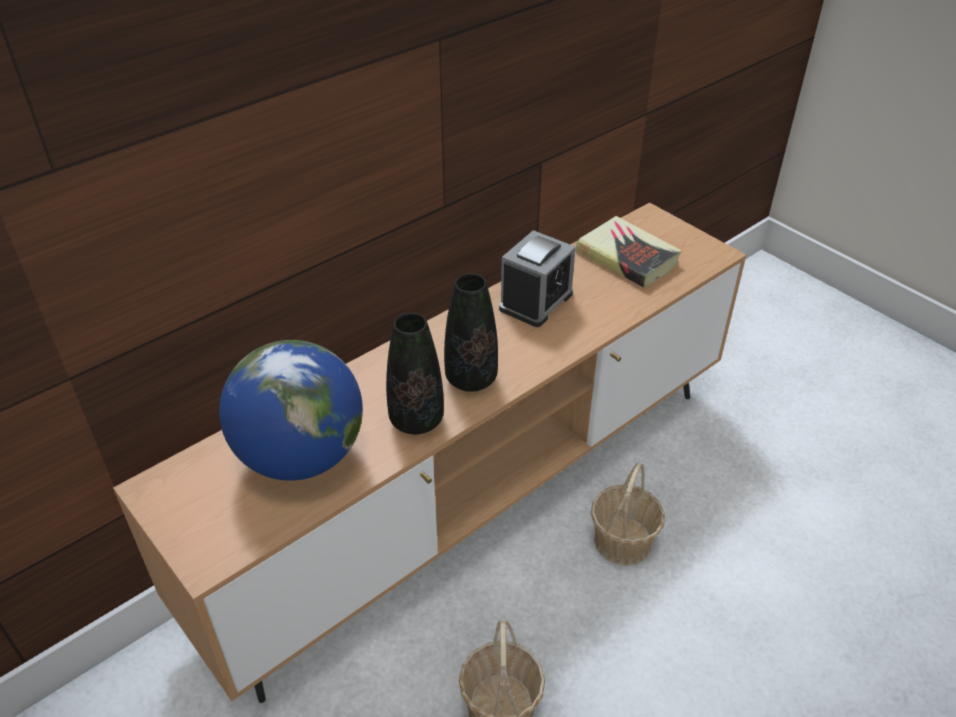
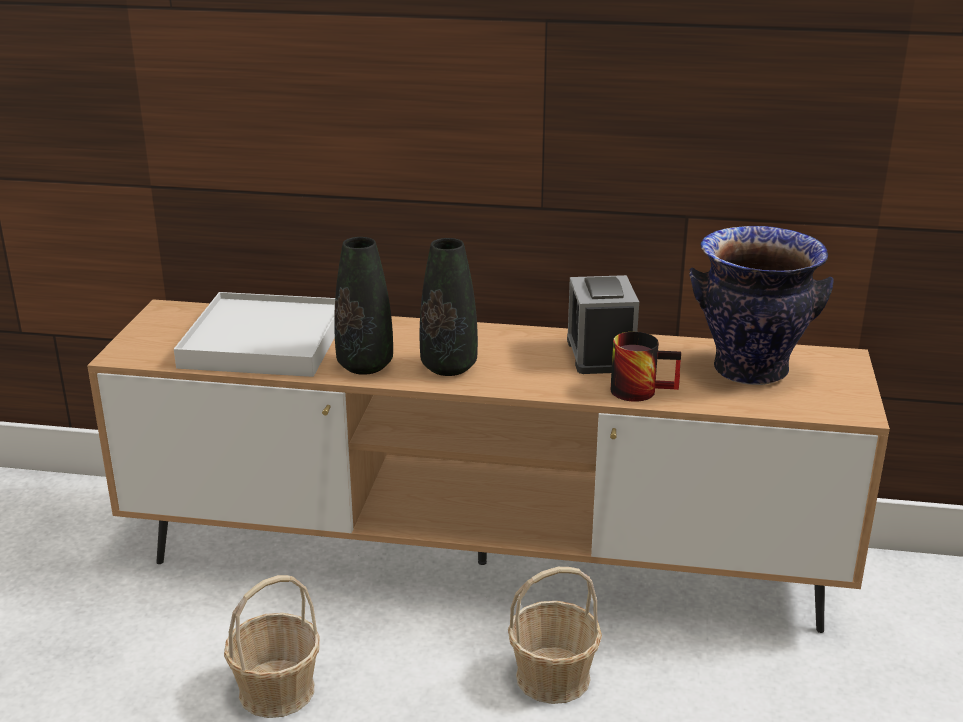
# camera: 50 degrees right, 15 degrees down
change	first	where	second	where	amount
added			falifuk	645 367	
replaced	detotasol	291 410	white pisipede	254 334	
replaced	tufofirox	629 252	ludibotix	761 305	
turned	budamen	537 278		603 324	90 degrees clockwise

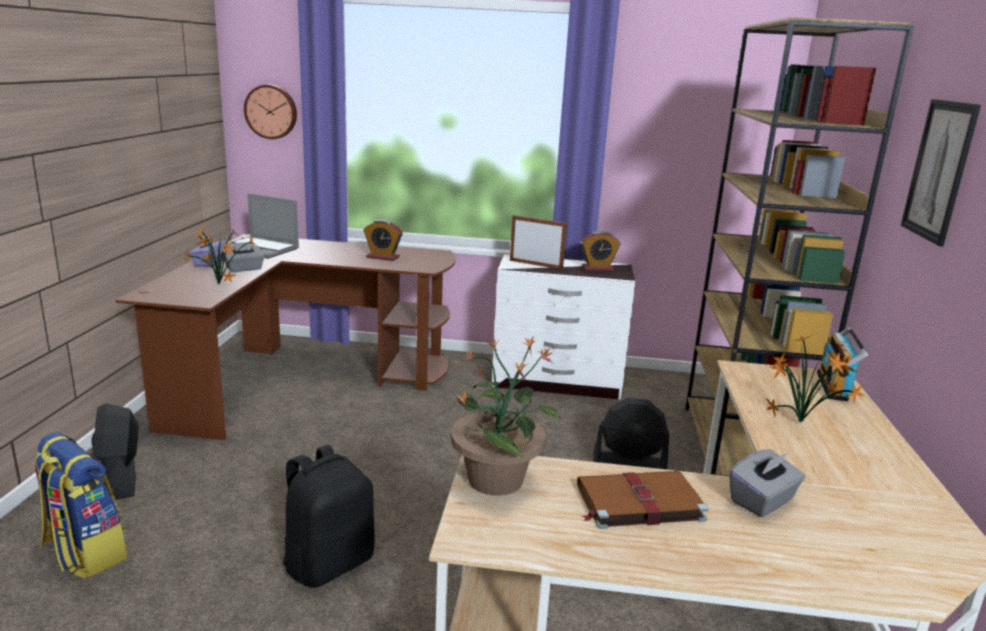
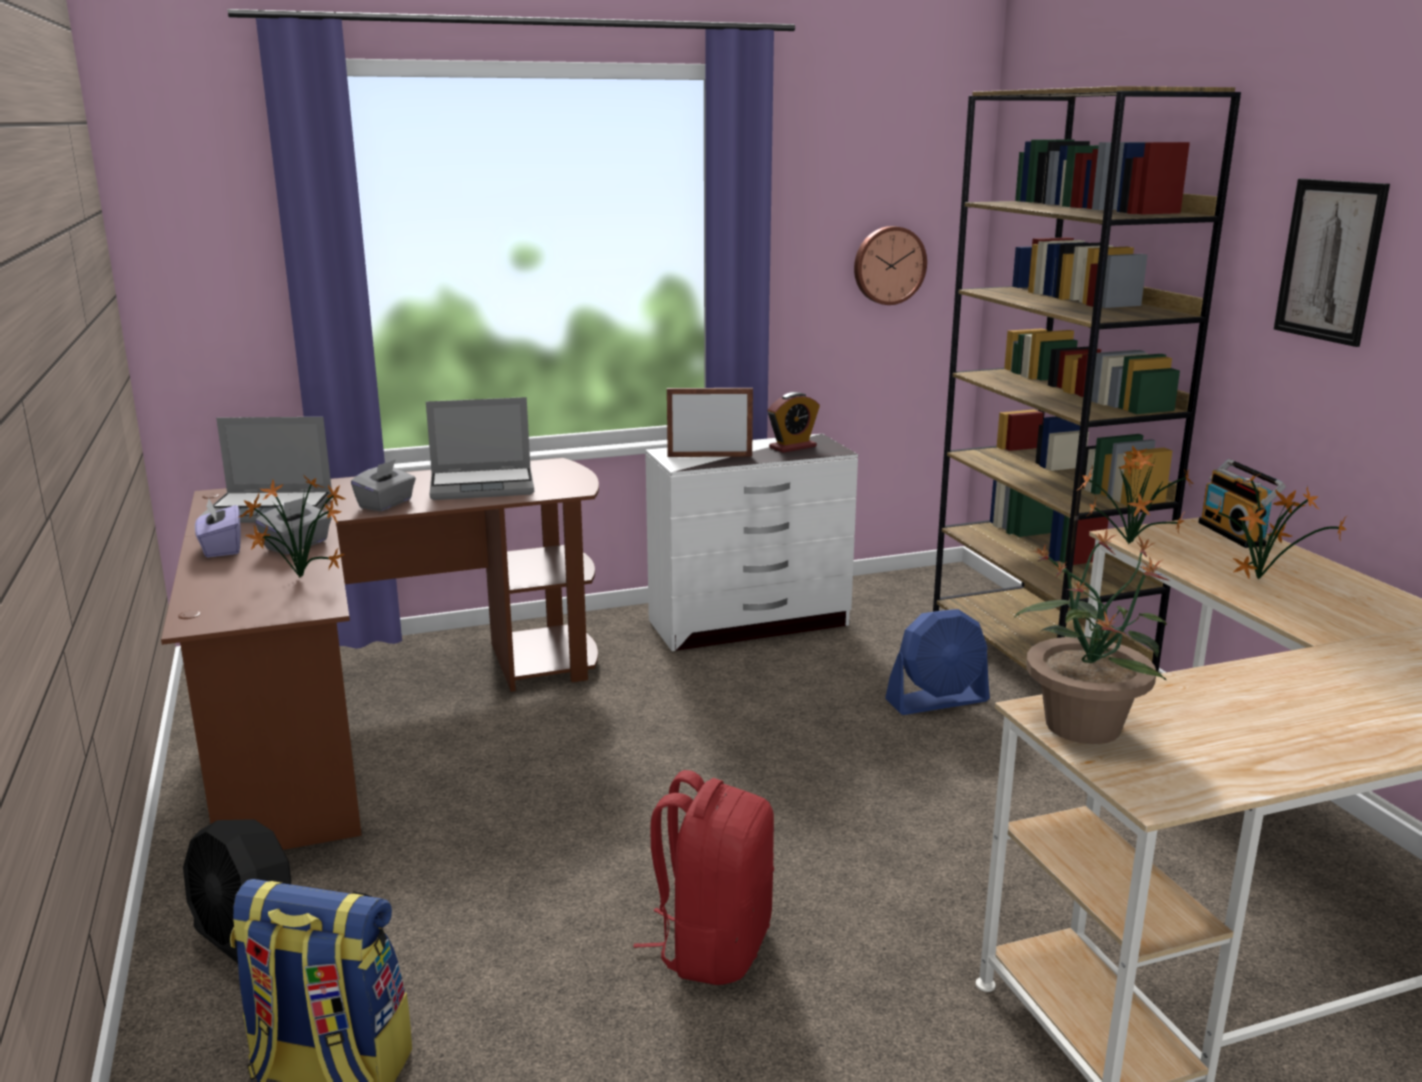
# camera: 25 degrees left, 0 degrees up
change	first	where	second	where	amount
removed	brown tufofirox	643 500			
added			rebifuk	1135 494	
moved	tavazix	270 112		890 265	
moved	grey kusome	767 483		383 485	
replaced	budamen	383 240	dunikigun	480 448	
recoloured	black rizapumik	329 516	red rizapumik	703 877	
recoloured	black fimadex	631 434	blue fimadex	937 662	

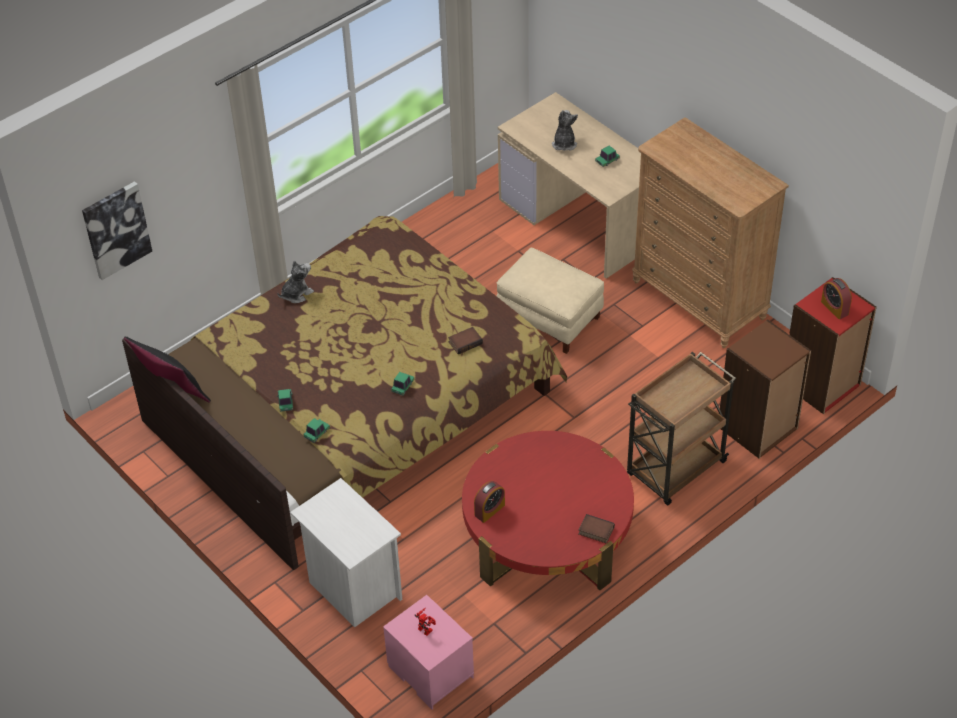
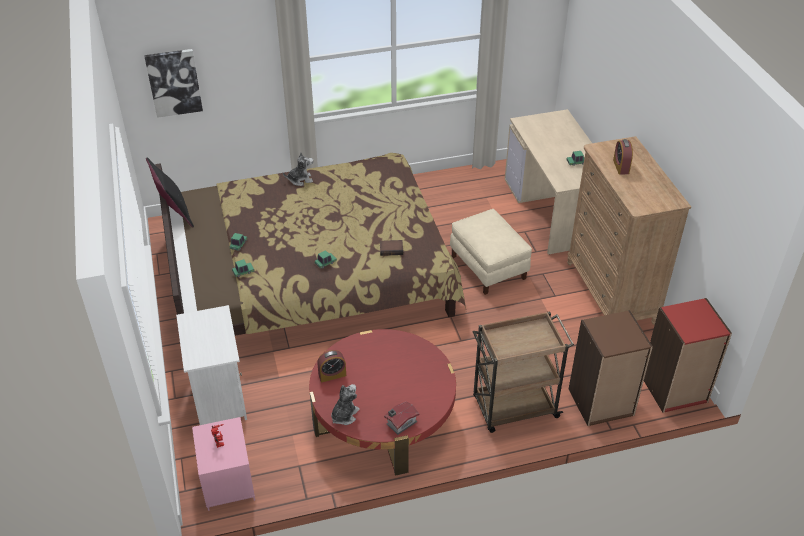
# camera: 25 degrees right, 5 degrees down
change	first	where	second	where	amount
moved	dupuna	565 130		345 404	
moved	budamen	836 298		623 157	
replaced	tufofirox	596 529	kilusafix	402 418	

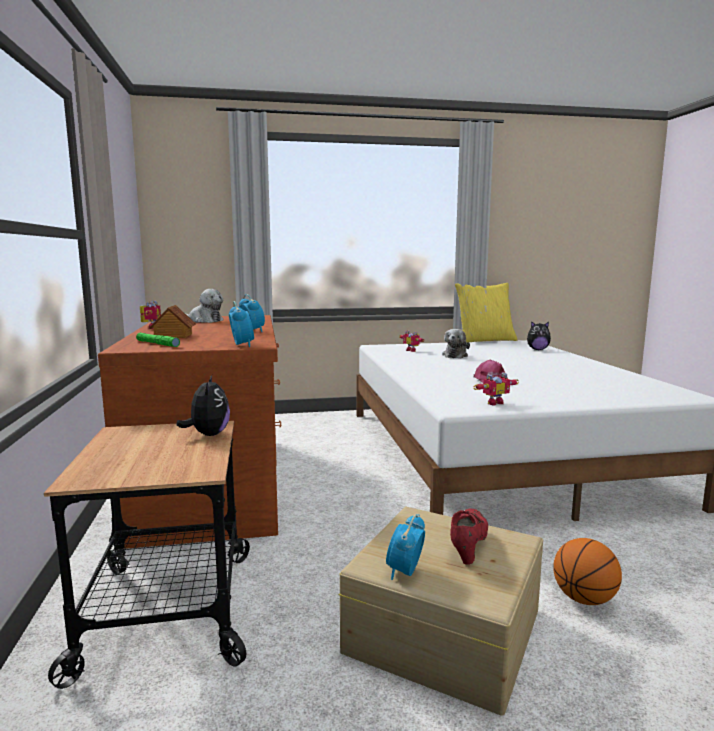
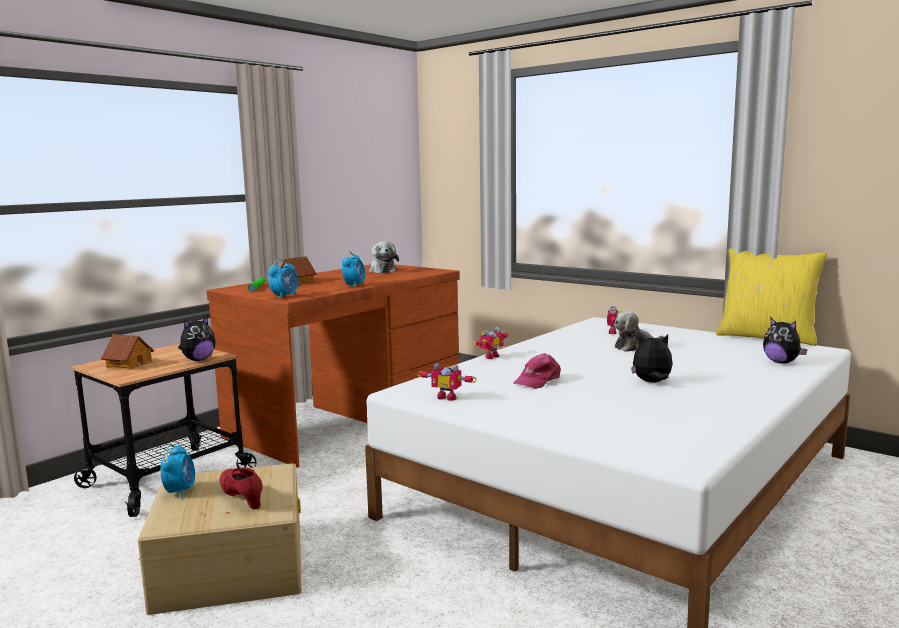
# camera: 50 degrees right, 0 degrees up
change	first	where	second	where	amount
removed	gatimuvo	587 571			
added			kilusafix	127 352	
added			dupuna	652 358	
moved	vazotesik	150 314		491 343	
turned	budamen	405 547		177 471	105 degrees clockwise
turned	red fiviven	469 537		241 488	105 degrees counterclockwise

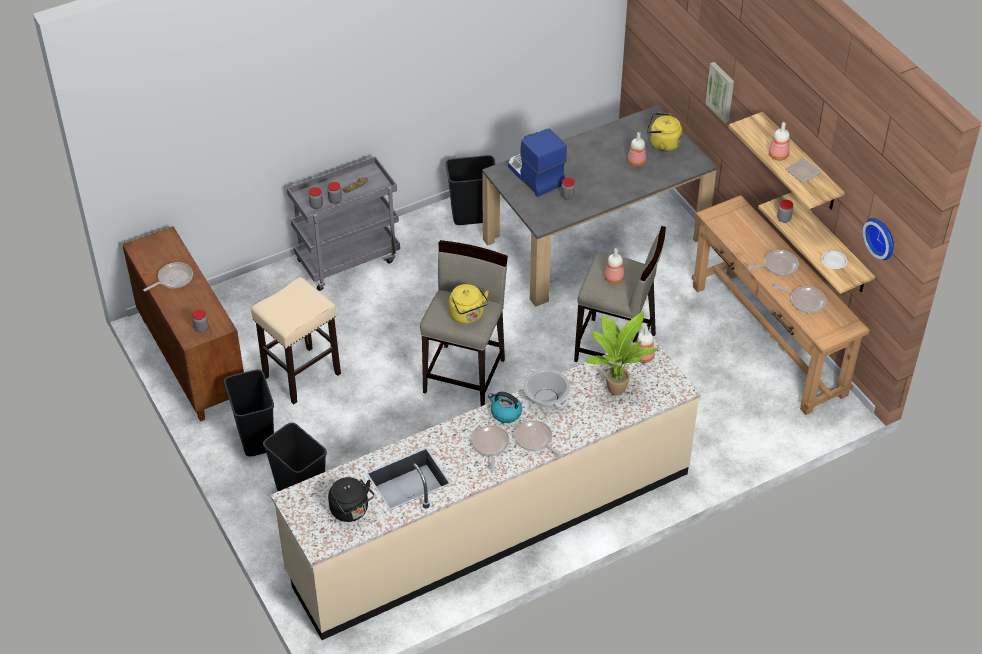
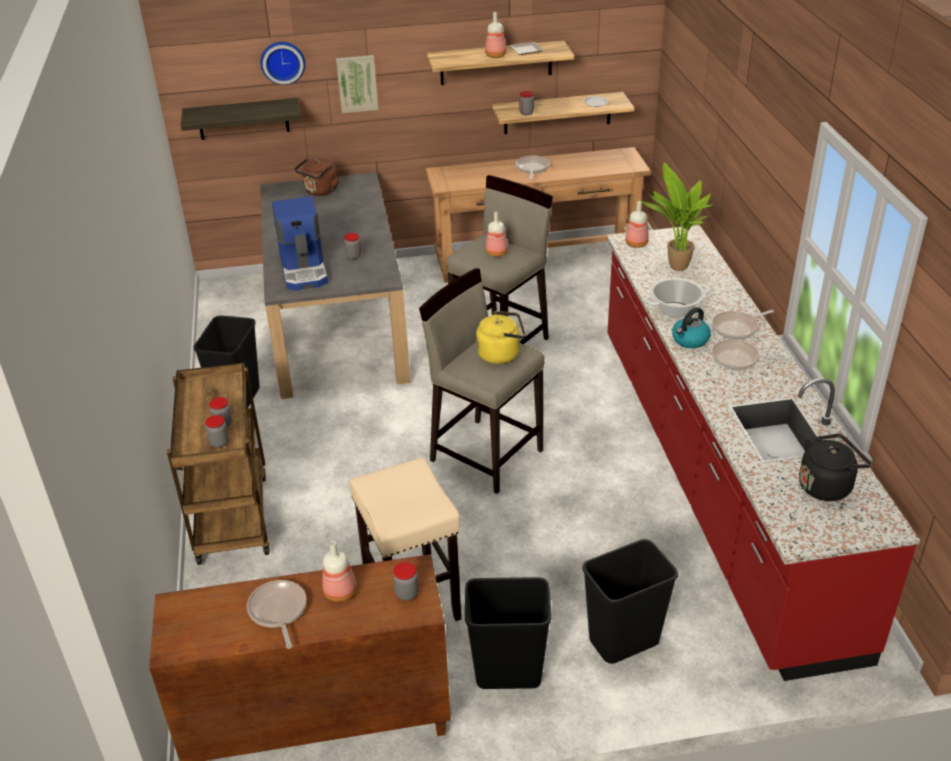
# camera: 70 degrees left, 10 degrees down
change	first	where	second	where	amount
removed	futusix	800 299			
added			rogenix	241 119	
moved	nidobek	636 149		339 571	
moved	tavazix	878 239		283 63	
recoloured	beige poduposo	485 489	red poduposo	763 453	
recoloured	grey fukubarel	343 223	brown fukubarel	218 464	
recoloured	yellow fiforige	664 132	brown fiforige	317 177	
turned	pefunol	537 162		300 243	90 degrees counterclockwise

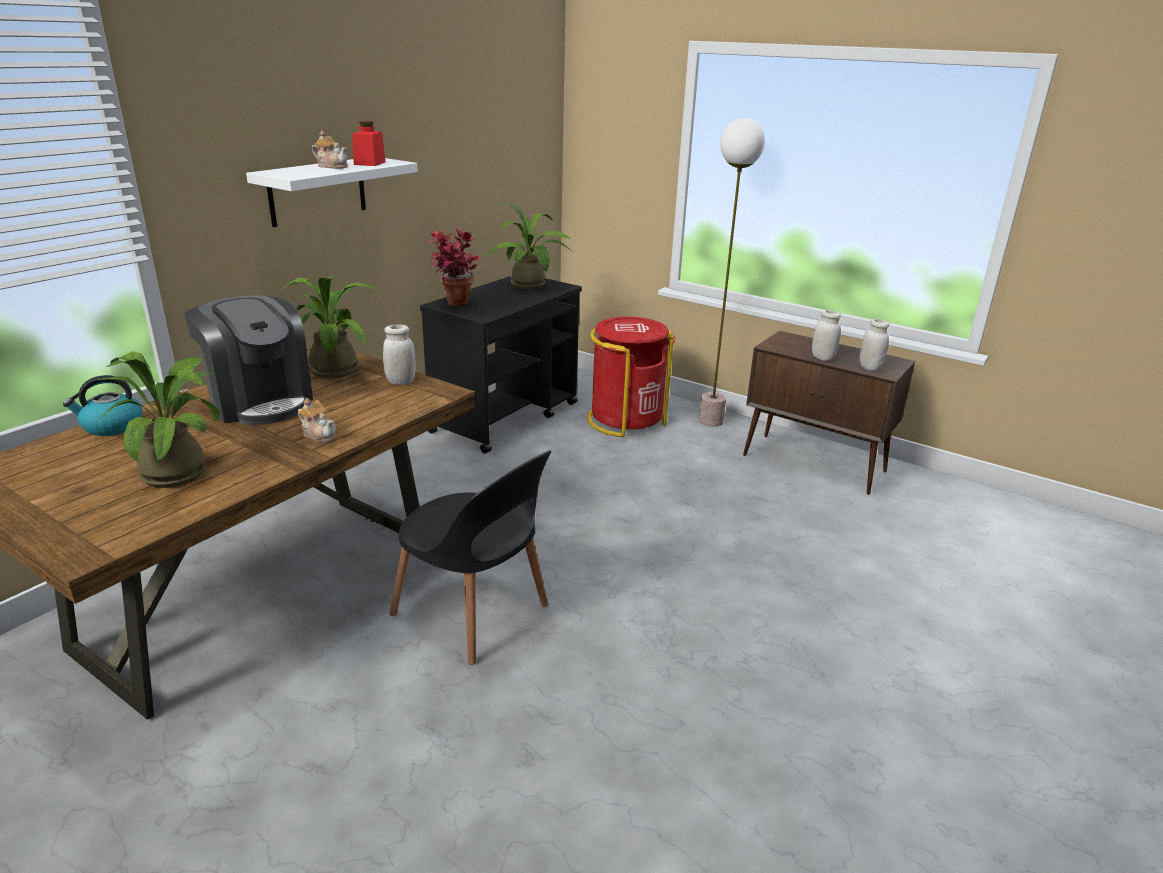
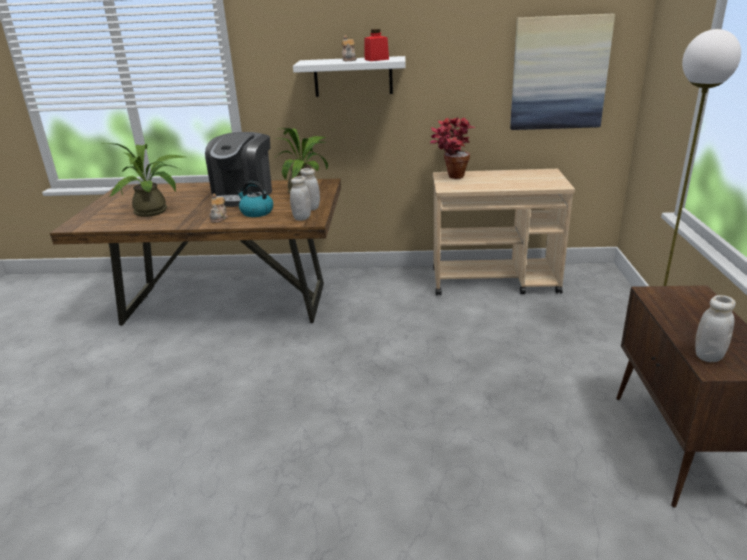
# camera: 60 degrees right, 0 degrees up
change	first	where	second	where	amount
removed	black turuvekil	470 557			
removed	rebifuk	530 246			
removed	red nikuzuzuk	631 376			
added			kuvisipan	562 72	
moved	fiforige	103 405		255 199	
moved	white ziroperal	826 335		300 198	
recoloured	black fukubarel	501 365	beige fukubarel	504 232	

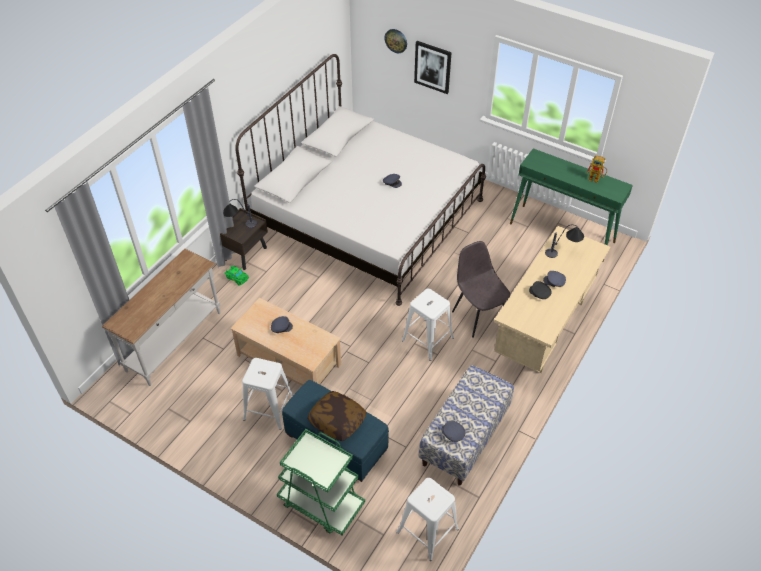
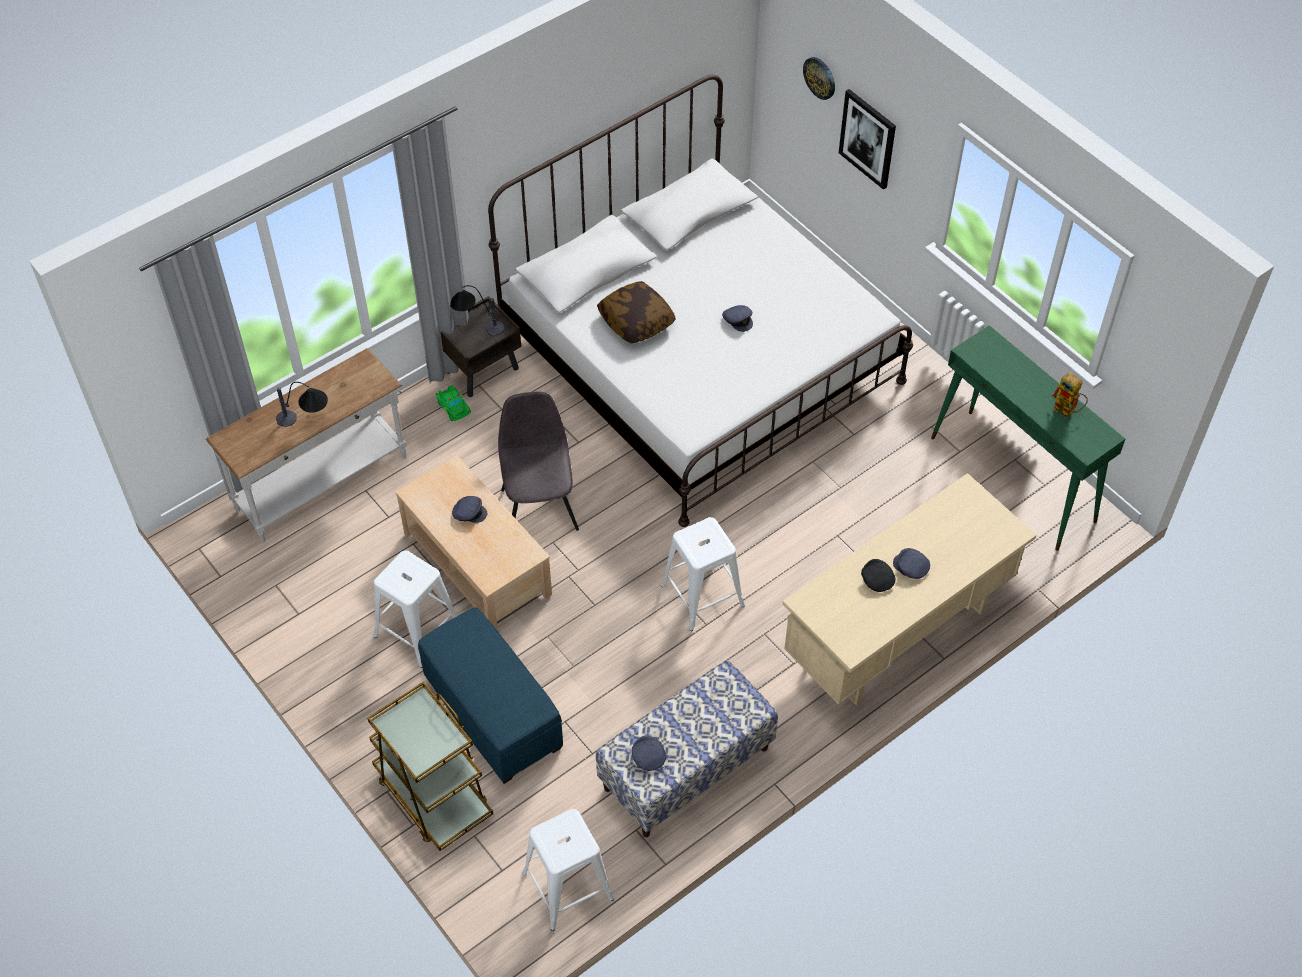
# camera: 20 degrees right, 5 degrees up
change	first	where	second	where	amount
moved	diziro	337 416		636 312	
moved	grey turuvekil	481 289		538 461	
moved	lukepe	564 241		302 404	
recoloured	green fukubarel	321 482	brown fukubarel	430 766	

